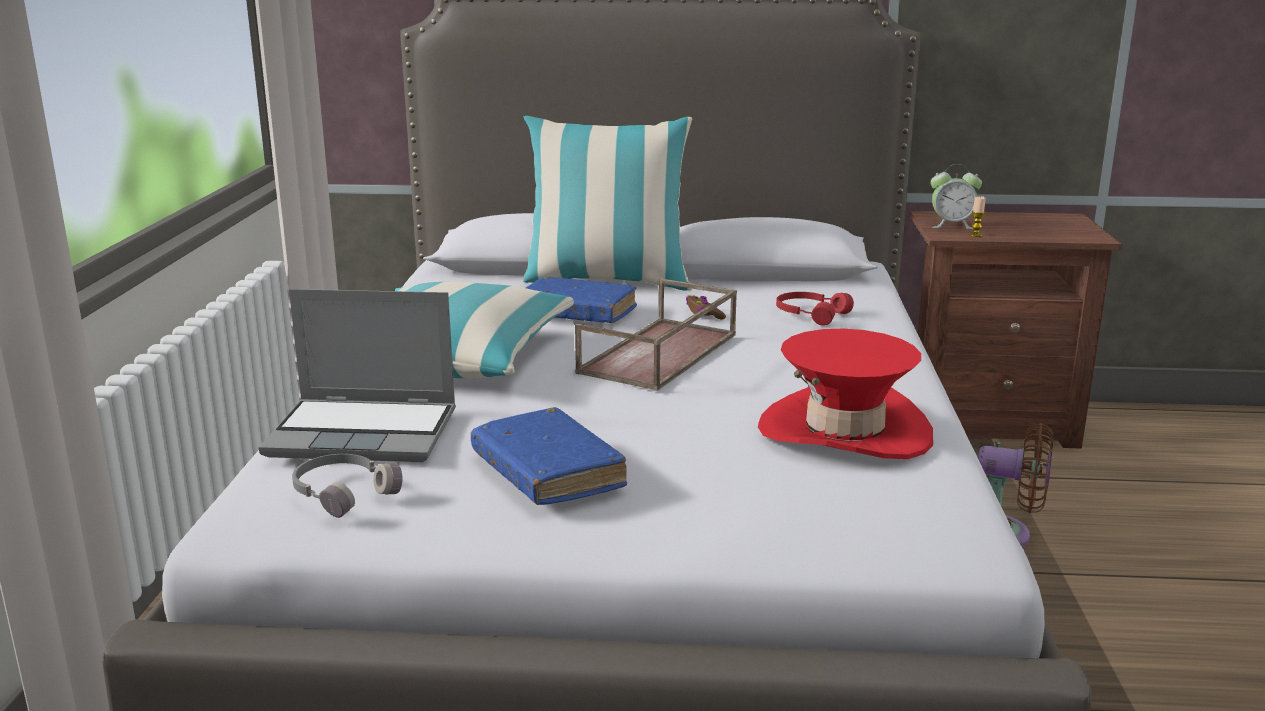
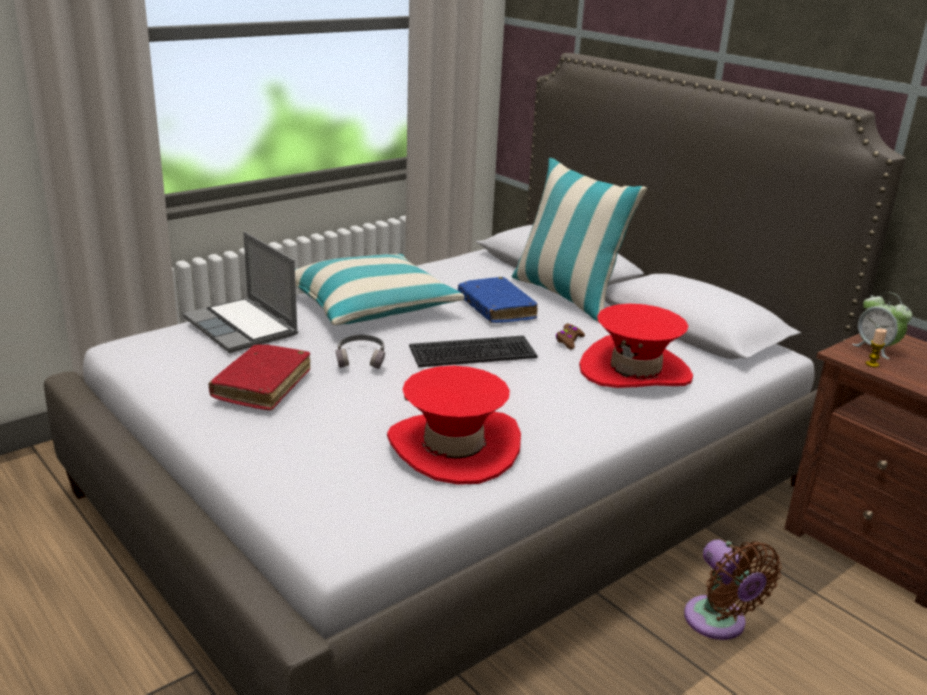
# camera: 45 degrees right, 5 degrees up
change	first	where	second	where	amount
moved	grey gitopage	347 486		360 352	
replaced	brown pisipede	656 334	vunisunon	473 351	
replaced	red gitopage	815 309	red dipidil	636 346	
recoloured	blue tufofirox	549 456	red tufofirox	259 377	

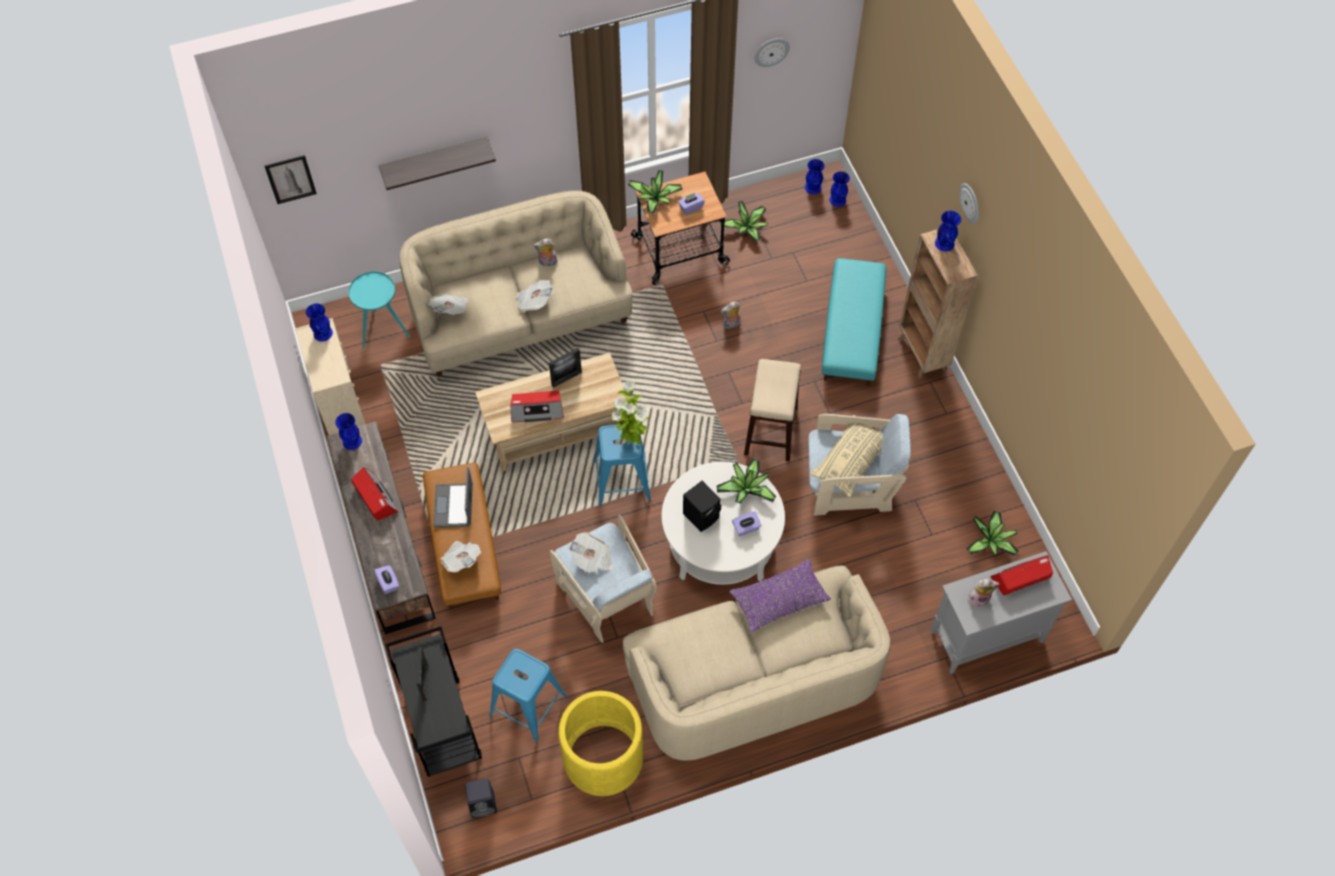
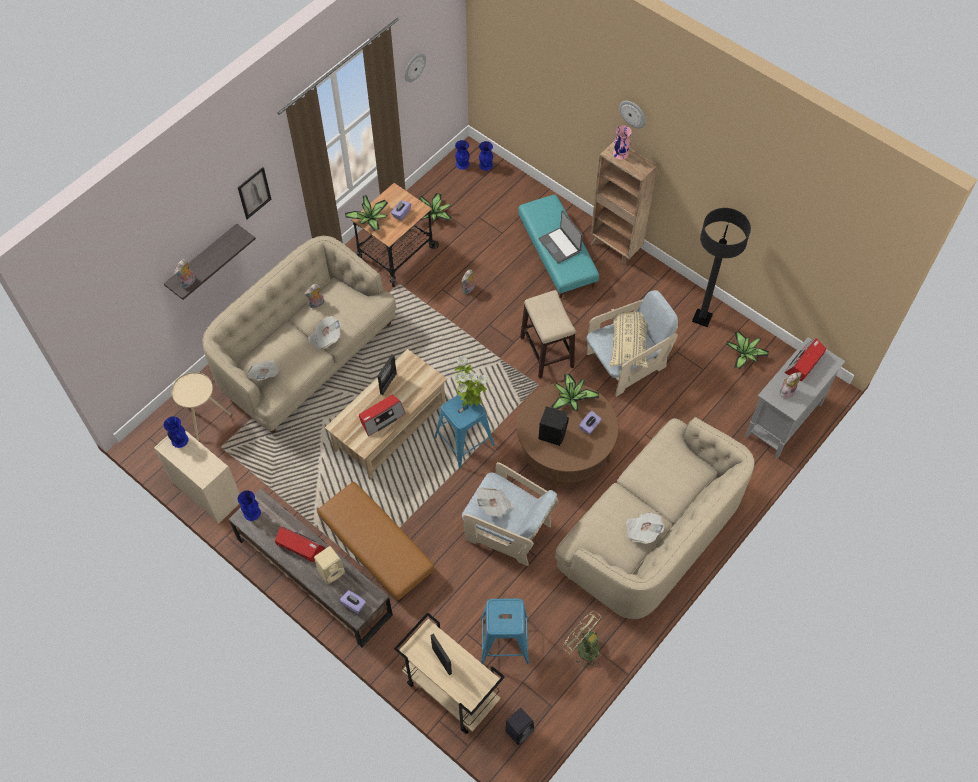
# camera: 30 degrees left, 0 degrees up
change	first	where	second	where	amount
removed	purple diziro	780 595			
added			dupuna	184 274	
added			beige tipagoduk	329 565	
added			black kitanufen	721 267	
moved	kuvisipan	291 179		254 193	
moved	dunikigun	453 497		560 236	
moved	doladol	460 556		645 528	
replaced	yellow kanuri	600 743	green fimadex	582 639	
recoloured	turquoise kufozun	380 310	beige kufozun	201 406	
recoloured	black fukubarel	433 701	beige fukubarel	449 673	
recoloured	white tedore	723 523	brown tedore	567 436	
recoloured	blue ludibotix	948 231	pink ludibotix	622 142	

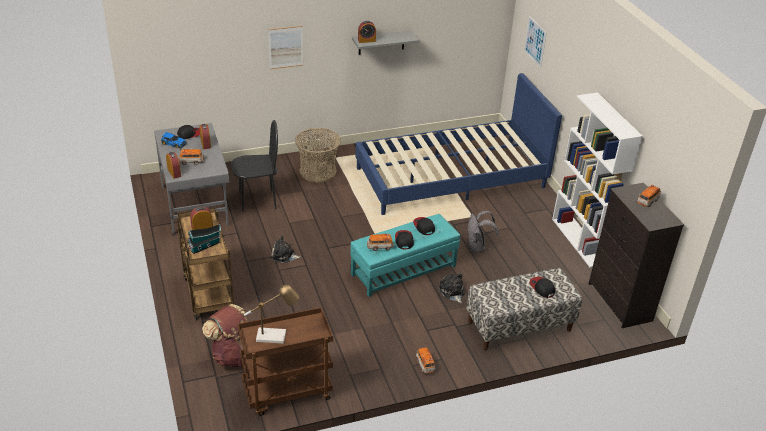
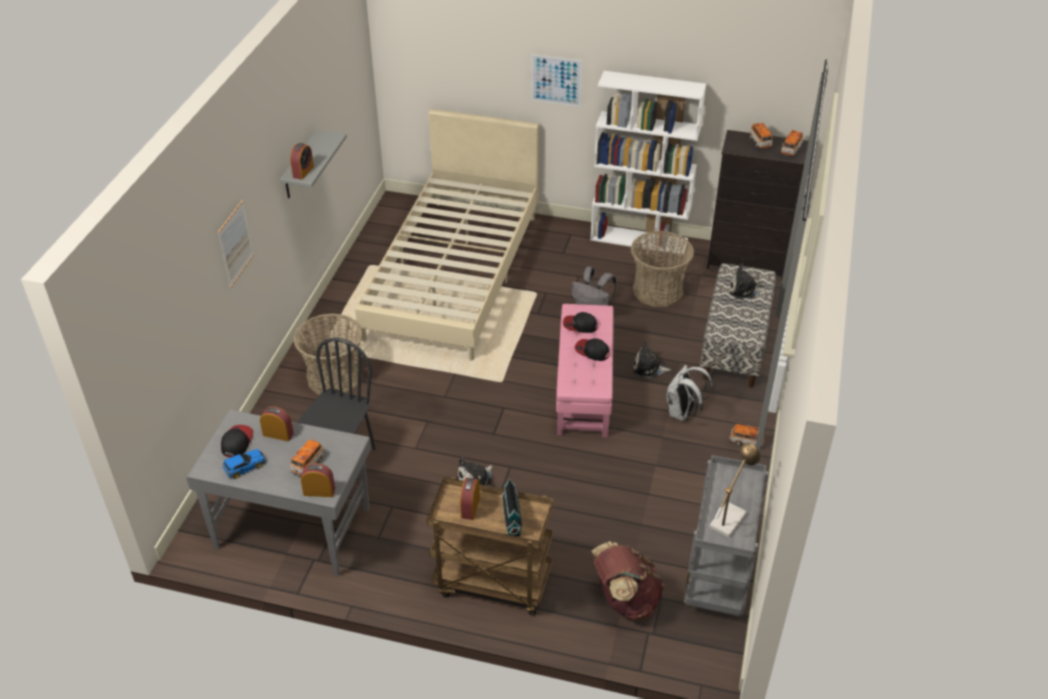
# camera: 55 degrees left, 5 degrees up
change	first	where	second	where	amount
added			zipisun	662 269	
added			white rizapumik	689 393	
moved	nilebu	380 242		792 143	
moved	kuvisipan	535 42		557 80	
replaced	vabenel	542 287	dupuna	748 281	
recoloured	brown fukubarel	285 361	grey fukubarel	726 535	
recoloured	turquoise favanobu	405 255	pink favanobu	584 370	
recoloured	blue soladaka	458 144	beige soladaka	447 235	

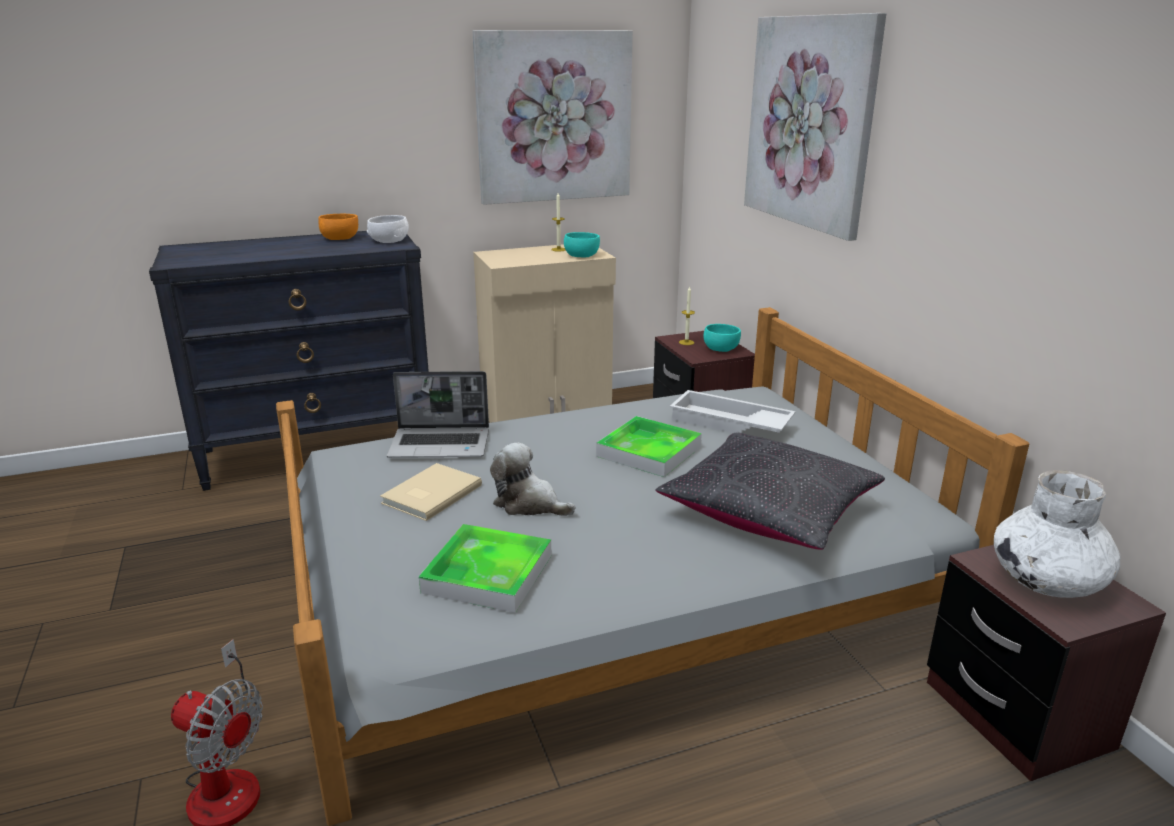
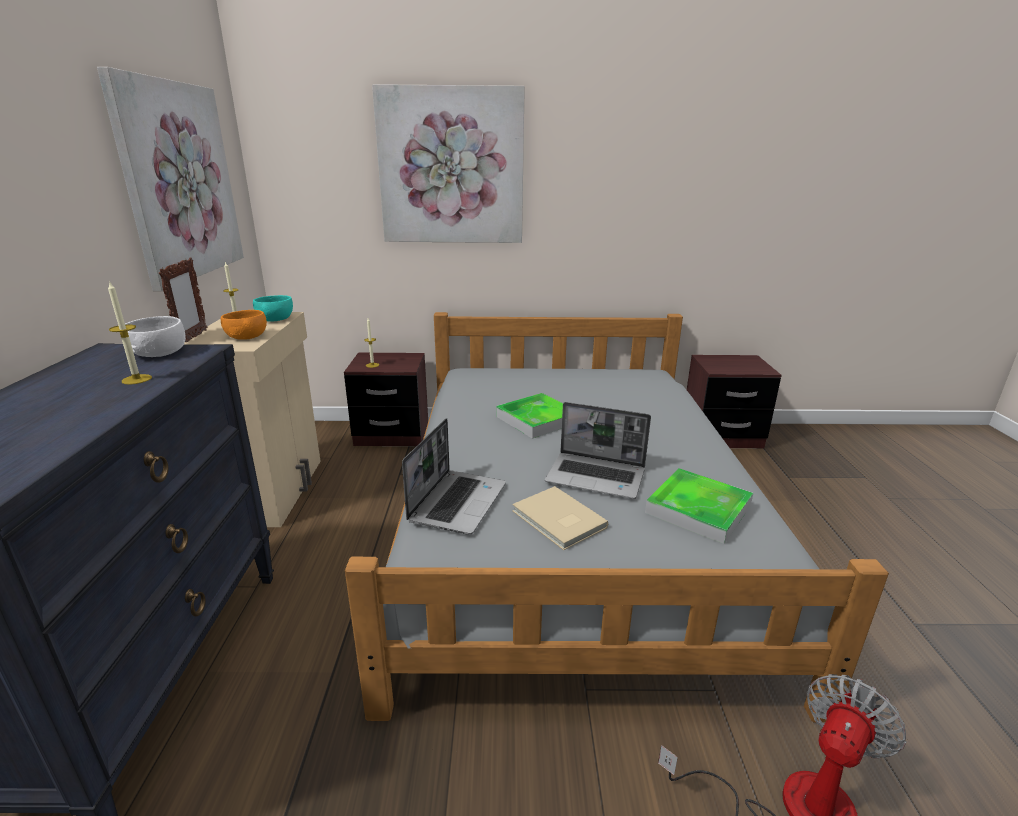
# camera: 70 degrees left, 0 degrees up
change	first	where	second	where	amount
removed	black diziro	770 491			
removed	white pisipede	733 411			
removed	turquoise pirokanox	722 338			
removed	white ludibotix	1057 534			
added			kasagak	130 333	
added			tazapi	183 299	
moved	orange pirokanox	338 227		244 325	
replaced	dupuna	532 479	dunikigun	598 450	

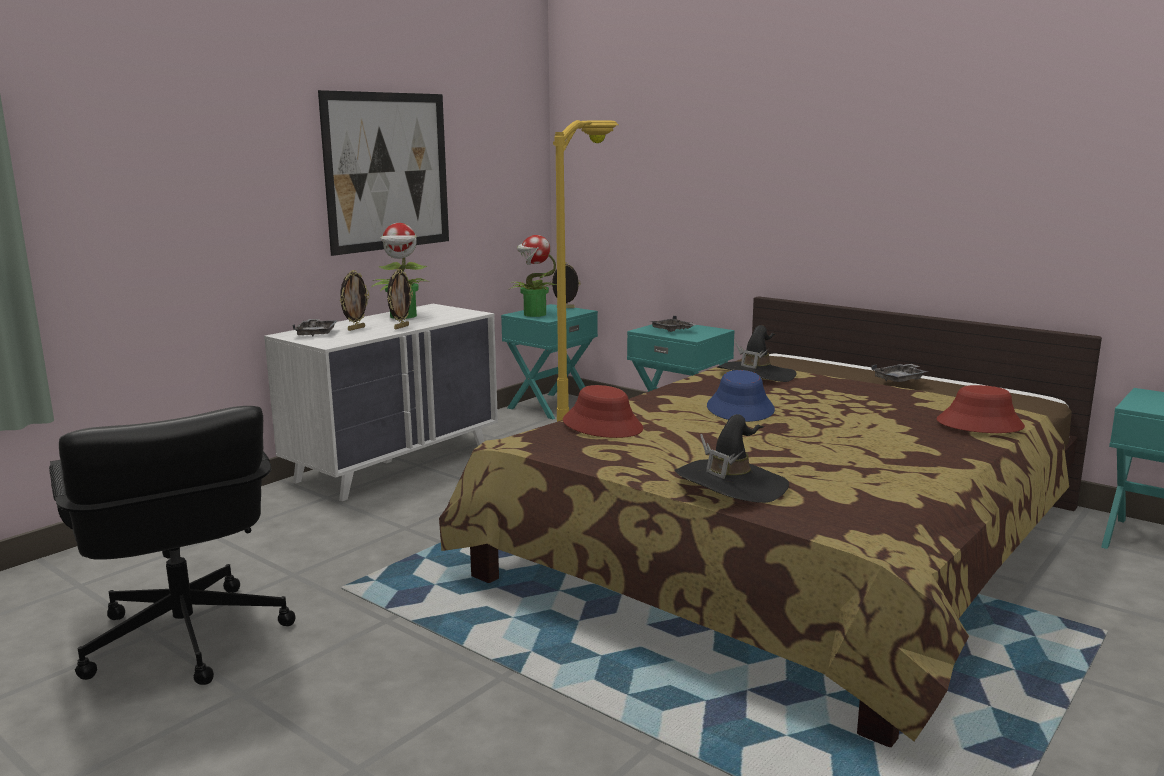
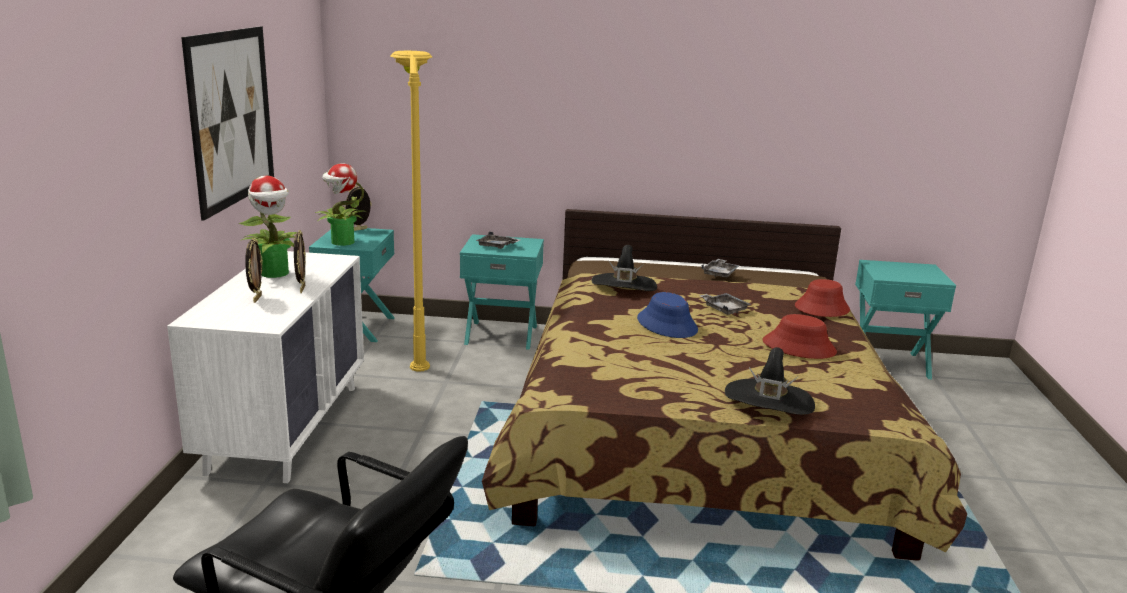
# camera: 35 degrees left, 5 degrees up
change	first	where	second	where	amount
moved	grey pisipede	315 327		725 304	
moved	red dipidil	603 411		800 336	

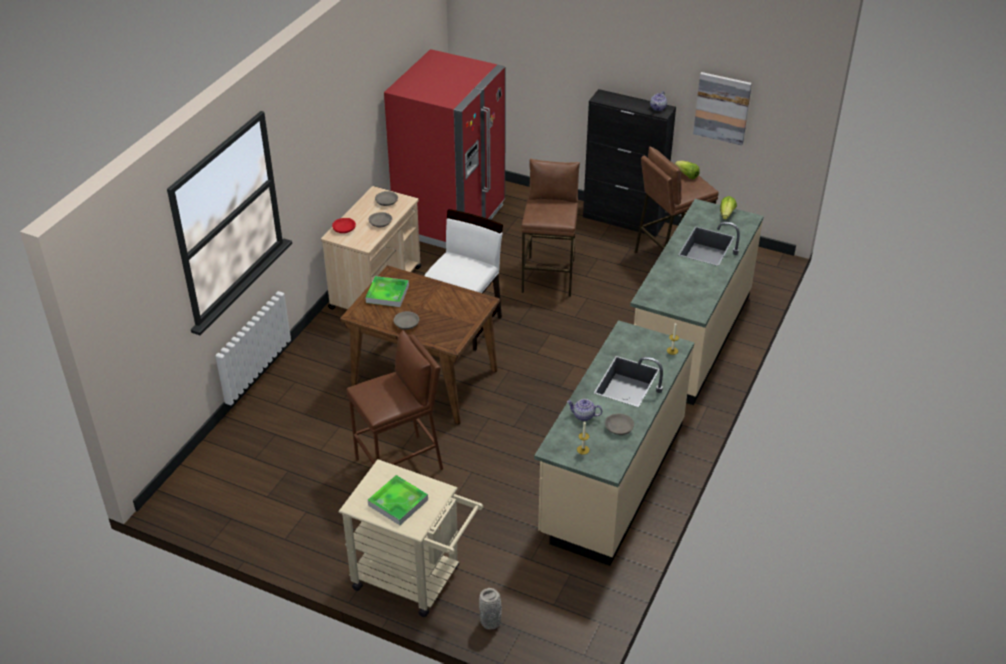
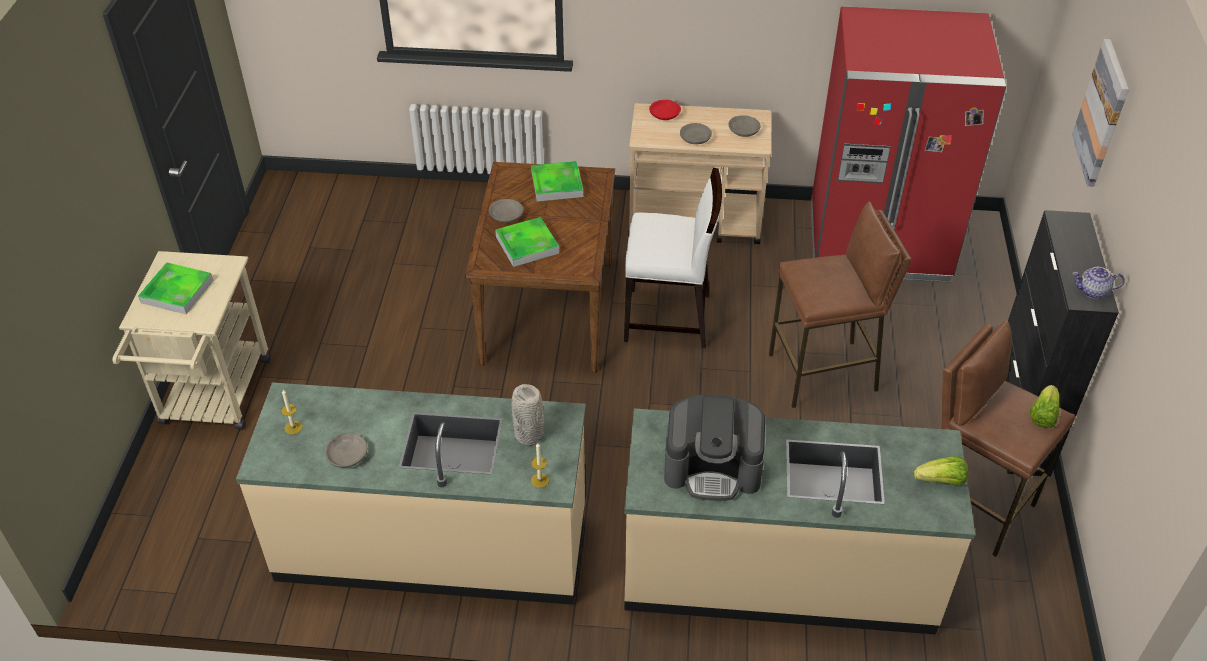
# camera: 70 degrees right, 5 degrees up
change	first	where	second	where	amount
removed	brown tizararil	395 400			
removed	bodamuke	584 410			
added			pisipede	527 242	
added			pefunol	714 447	
moved	grey ludibotix	490 609		528 415	
moved	kuvisipan	722 108		1100 113	

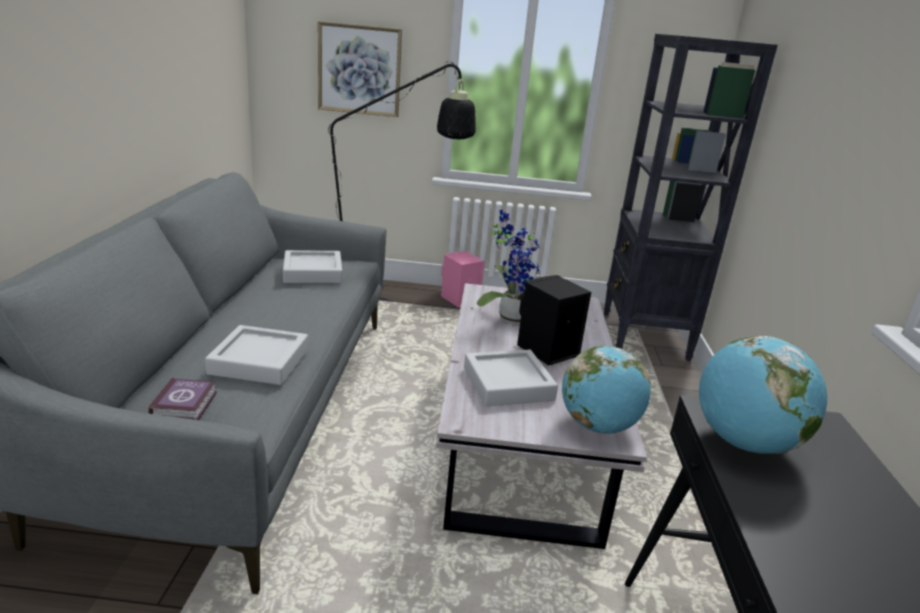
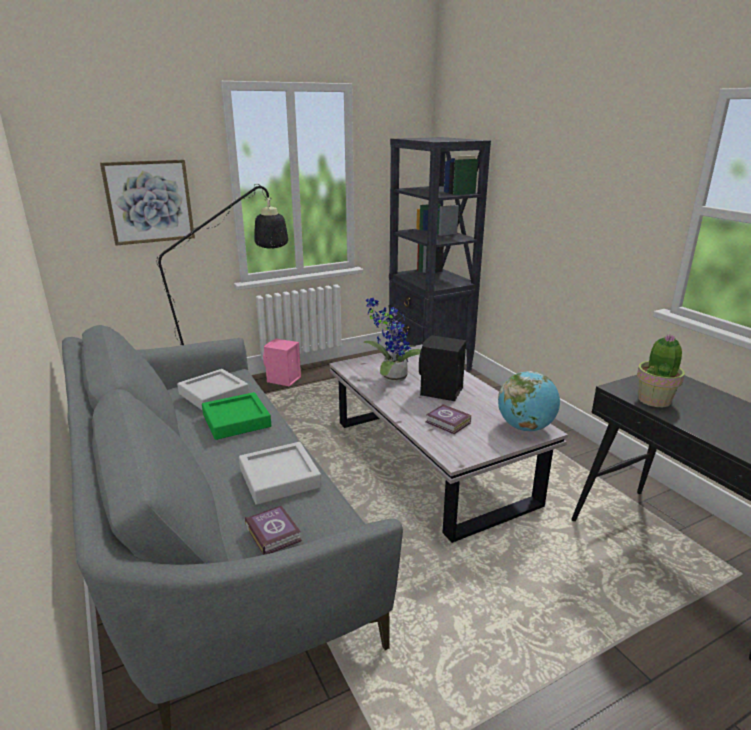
# camera: 30 degrees left, 0 degrees up
change	first	where	second	where	amount
added			green pisipede	236 416	
replaced	grey pisipede	511 377	tufofirox	448 419	
replaced	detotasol	763 394	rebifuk	661 370	

